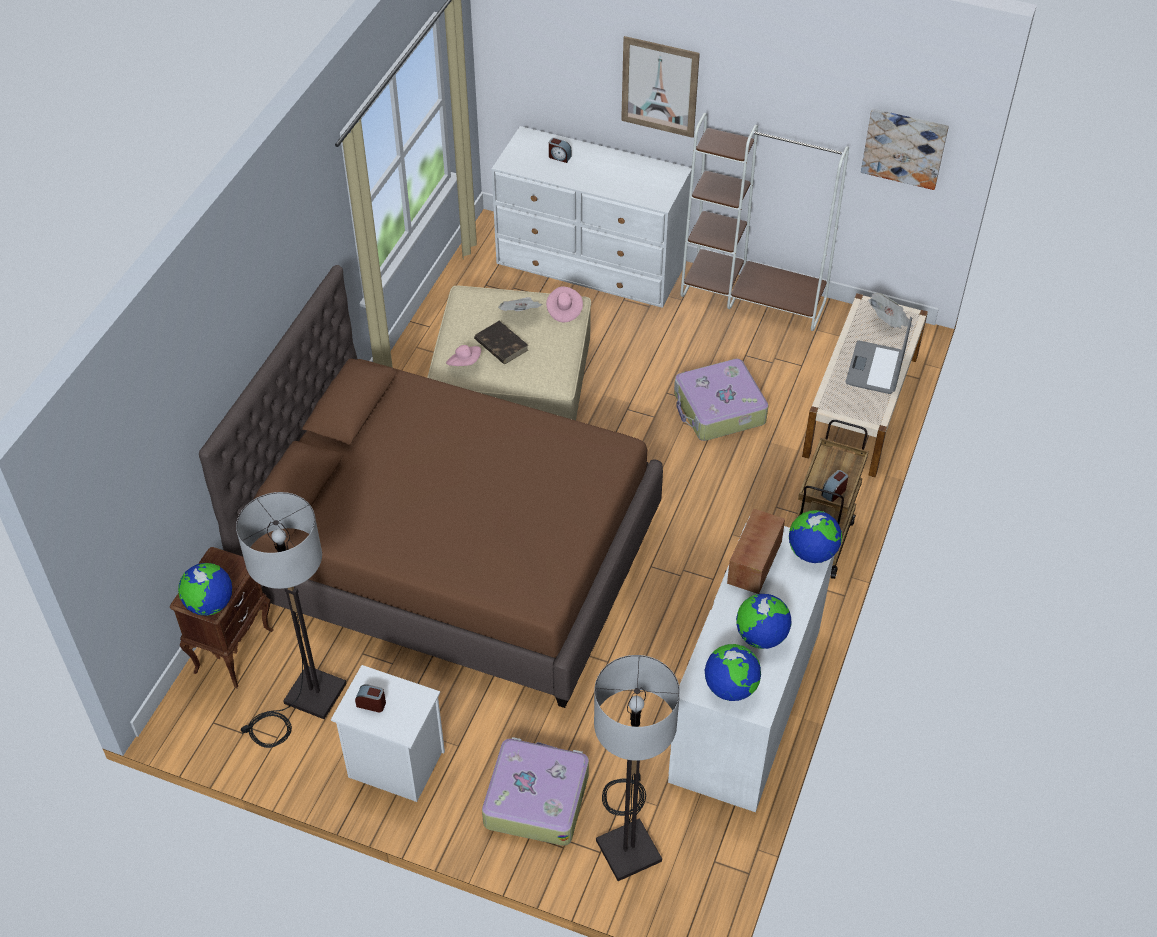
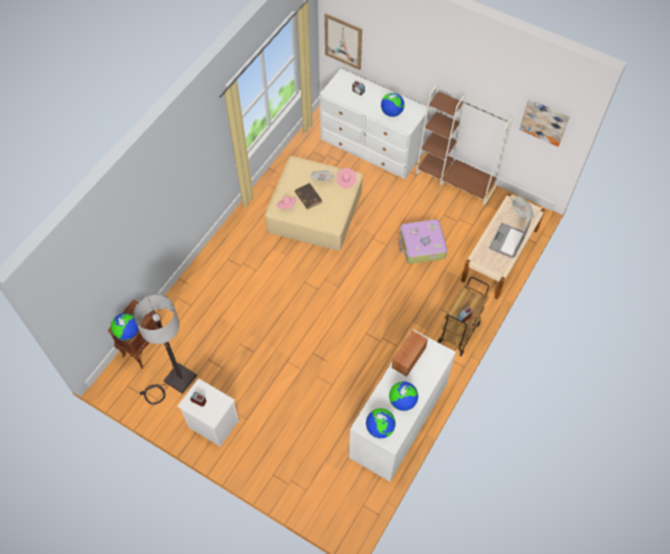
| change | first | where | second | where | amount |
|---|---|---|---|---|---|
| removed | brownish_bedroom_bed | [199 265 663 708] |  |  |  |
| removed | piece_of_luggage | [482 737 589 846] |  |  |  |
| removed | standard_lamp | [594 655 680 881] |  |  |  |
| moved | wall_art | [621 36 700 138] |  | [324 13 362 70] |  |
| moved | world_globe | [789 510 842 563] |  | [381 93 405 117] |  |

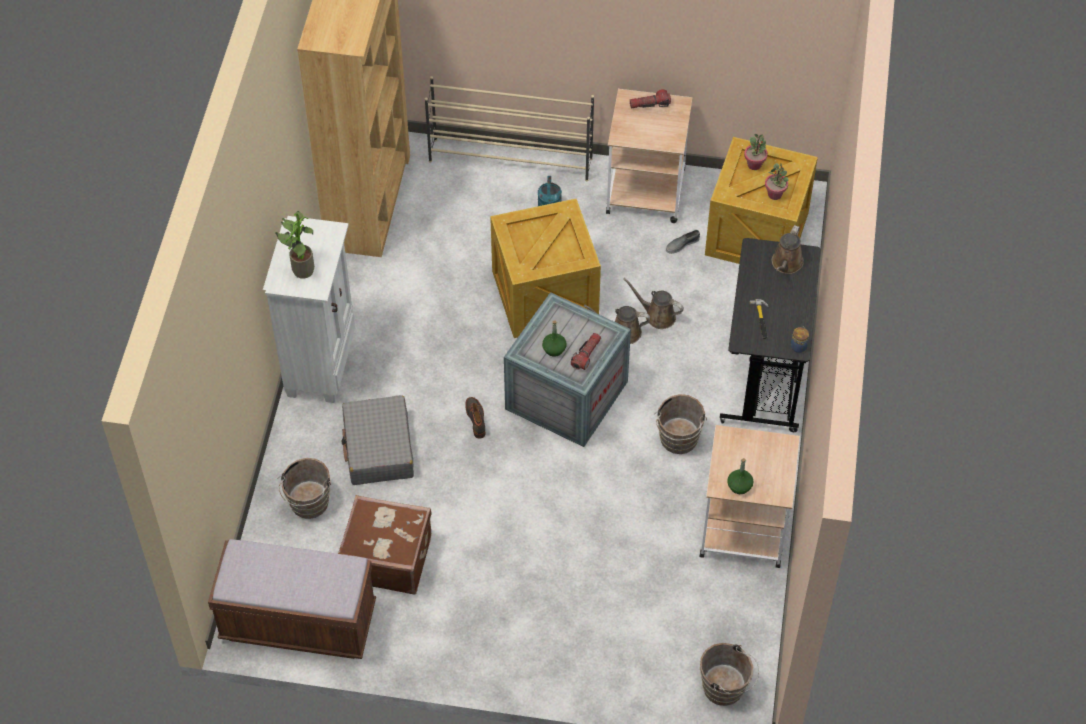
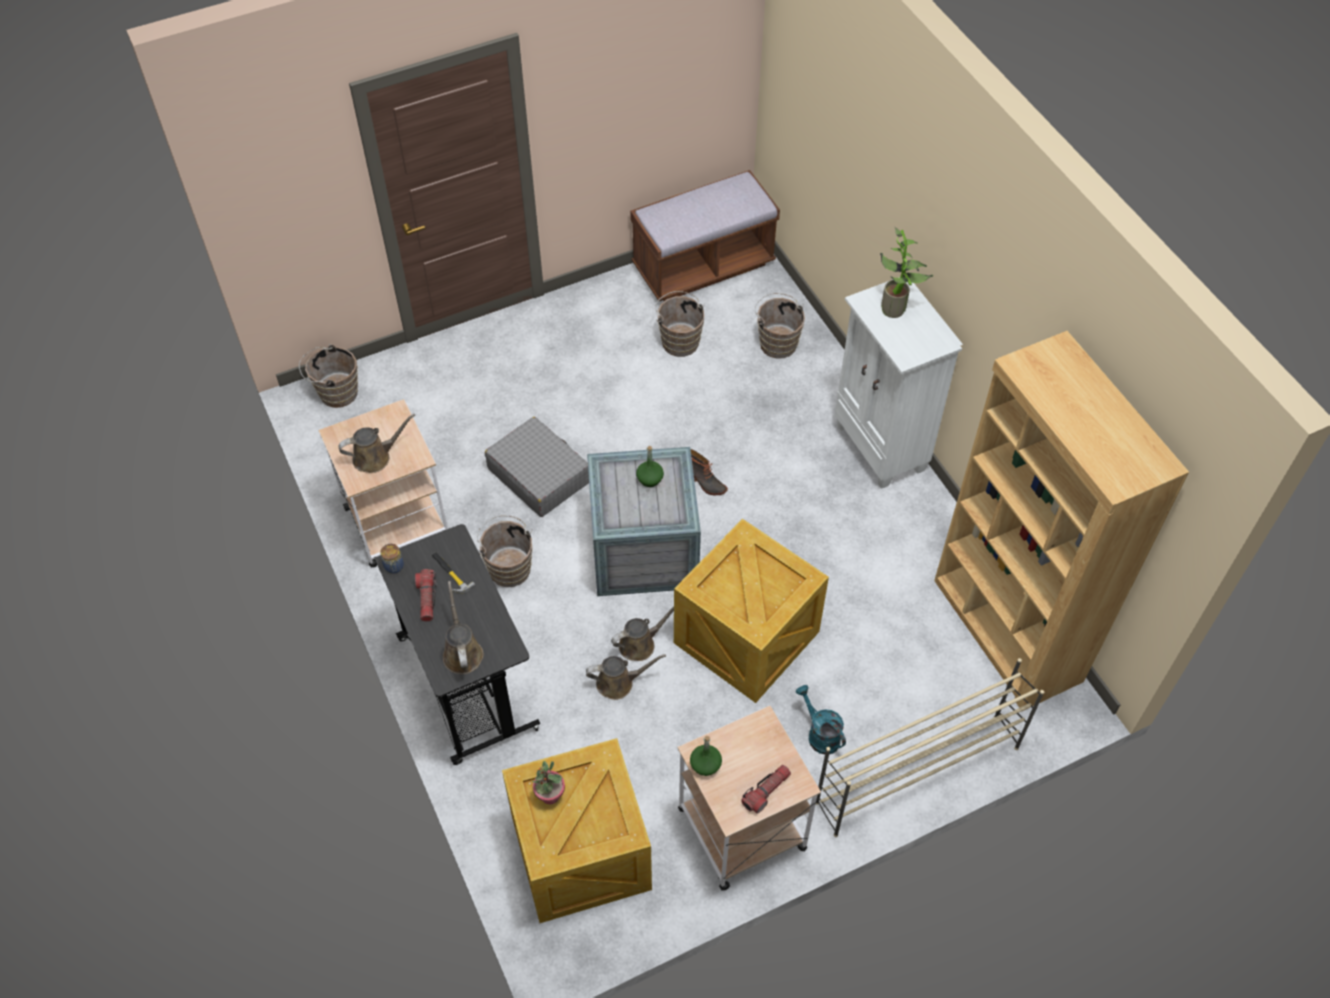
| change | first | where | second | where | amount |
|---|---|---|---|---|---|
| replaced | brownish_piece_of_luggage | [338 495 432 594] | brownish_water_bucket | [655 291 704 357] |  |
| moved | grey_piece_of_luggage | [342 395 414 485] |  | [485 417 589 517] |  |
| moved | flashlight | [571 333 601 370] |  | [415 569 436 622] |  |
| removed | grey_shoe | [666 230 700 254] |  |  |  |
| moved | green_bottle | [727 458 753 494] |  | [690 736 722 776] |  |
| removed | potted_plant | [744 134 768 170] |  |  |  |
| added |  |  | brownish_watering_pot | [338 414 415 473] |  |

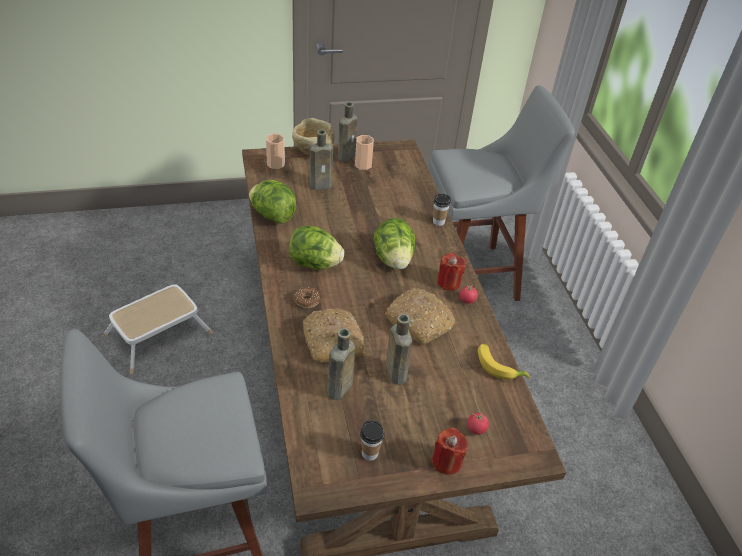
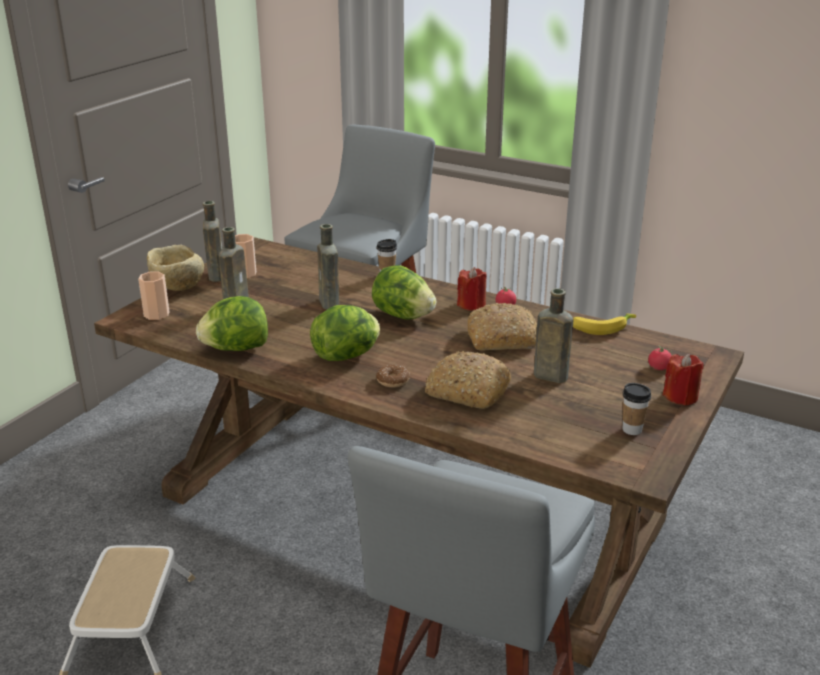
| change | first | where | second | where | amount |
|---|---|---|---|---|---|
| moved | brownish_bottle | [327 328 355 400] |  | [317 224 339 309] |  |

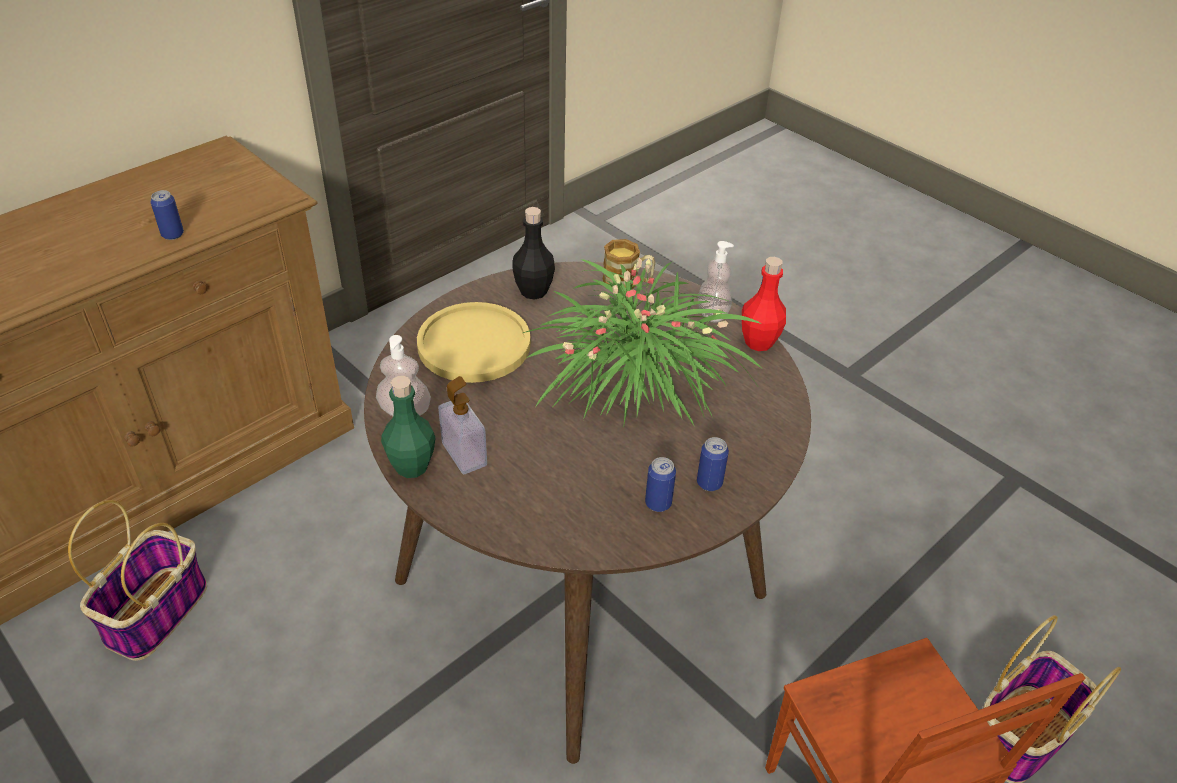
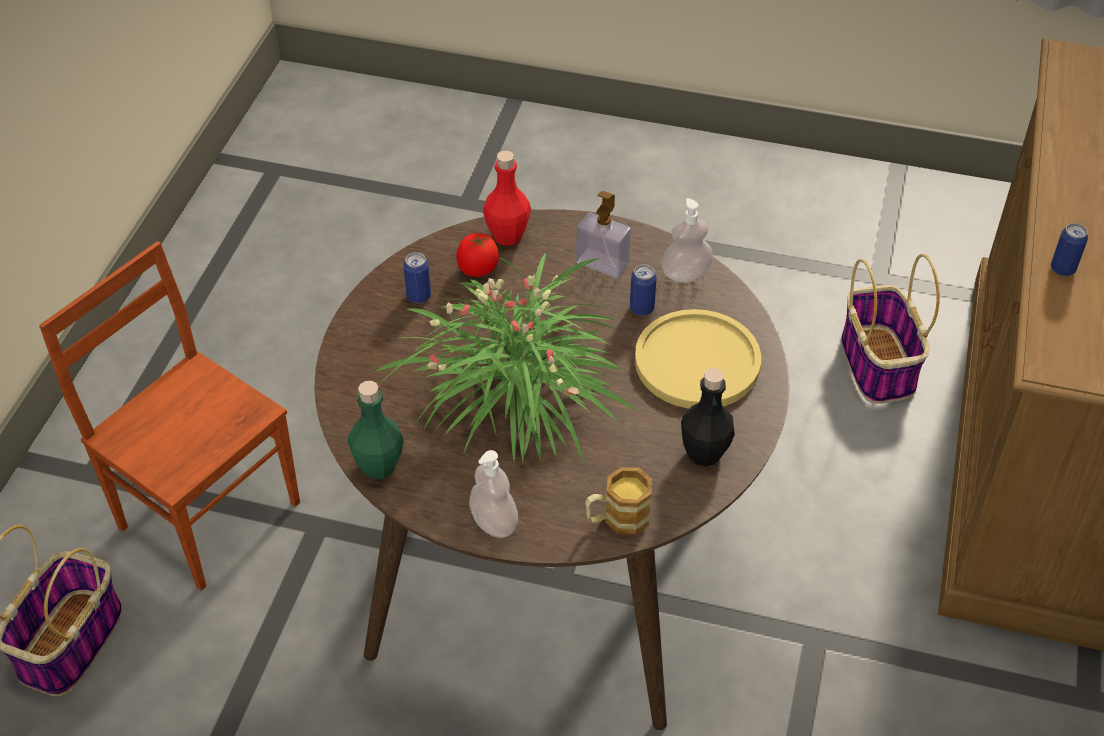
| change | first | where | second | where | amount |
|---|---|---|---|---|---|
| moved | green_bottle | [381 376 436 478] |  | [348 381 403 479] |  |
| moved | sealed_can | [697 437 729 491] |  | [630 264 657 316] |  |
| moved | red-coloured_bottle | [742 257 786 351] |  | [483 151 531 246] |  |
| added |  |  | fresh_tomato | [456 233 499 277] |  |

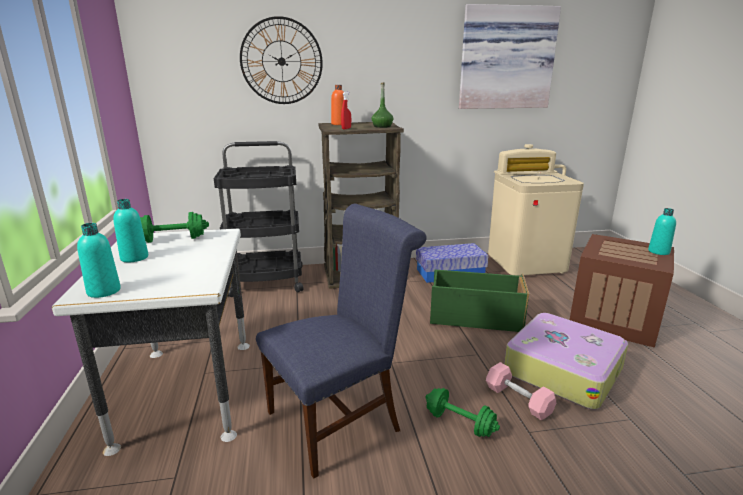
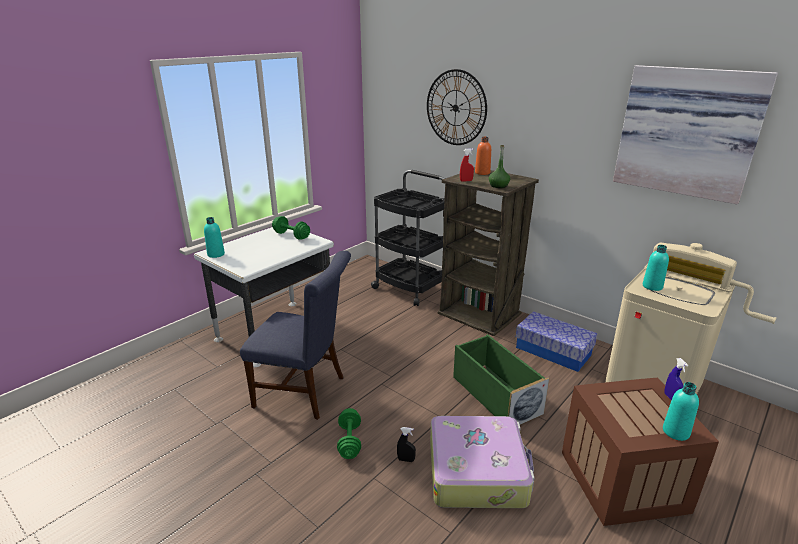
| change | first | where | second | where | amount |
|---|---|---|---|---|---|
| moved | blue-green_bottle | [113 199 148 262] |  | [643 245 669 291] |  |
| replaced | pink_hand_weight | [486 362 556 420] | black-coloured_hand_sprayer | [397 427 416 462] |  |
| added |  |  | blue_hand_sprayer | [664 358 688 400] |  |

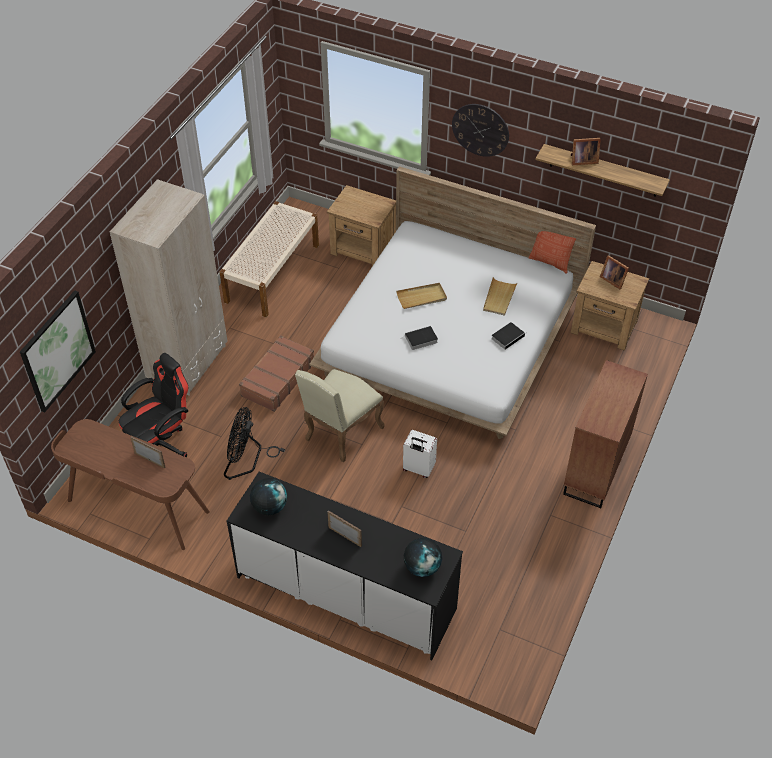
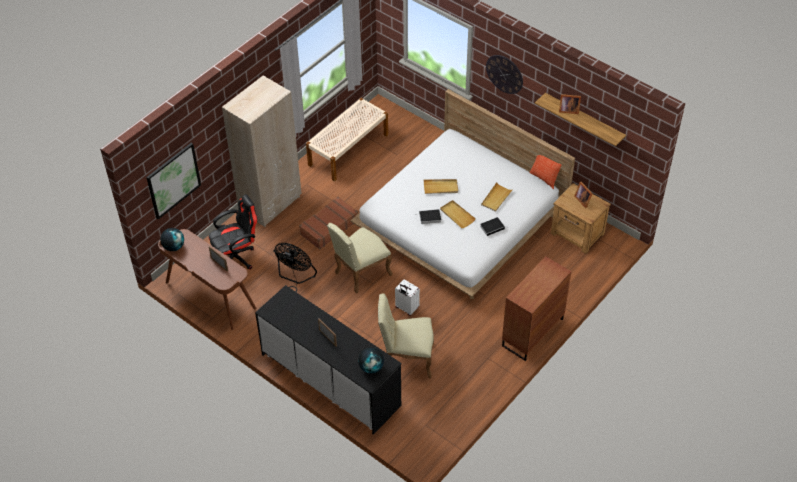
| change | first | where | second | where | amount |
|---|---|---|---|---|---|
| turned | black-coloured_electric_fan | [224 407 286 480] |  | [273 243 317 292] | 90 degrees clockwise |
| moved | world_globe | [250 478 287 515] |  | [160 228 184 251] |  |
| removed | brownish_nightstand | [327 185 396 266] |  |  |  |
| added |  |  | sand-coloured_chair | [378 293 434 378] |  |
| added |  |  | sand-coloured_serving_tray | [440 200 476 228] |  |

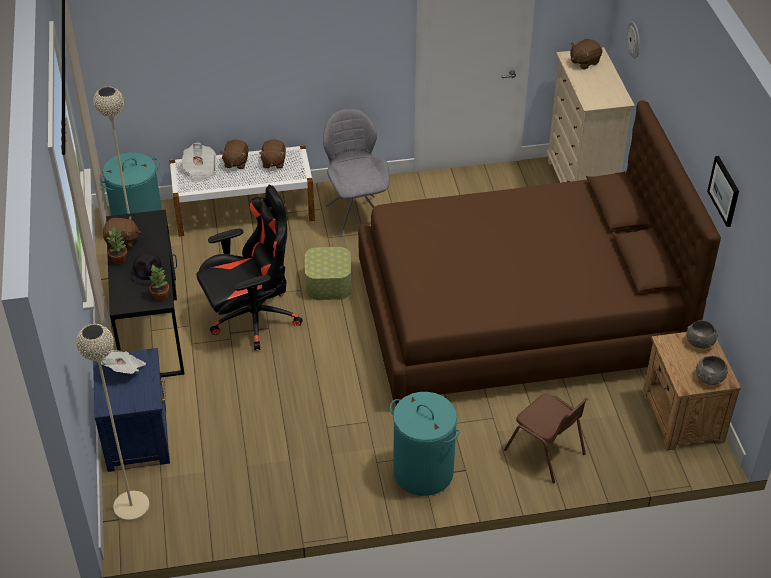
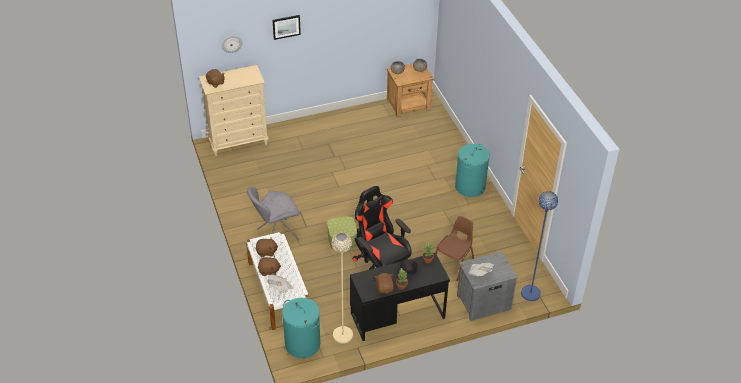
| change | first | where | second | where | amount |
|---|---|---|---|---|---|
| recoloured | sand-coloured_standard_lamp | [76 324 150 522] | blue_standard_lamp | [521 191 558 301] |  |
| recoloured | blue_nightstand | [93 348 170 472] | grey_nightstand | [457 252 518 321] |  |
| removed | brownish_bedroom_bed | [358 100 721 405] |  |  |  |
| moved | brownish_chair | [504 394 588 483] |  | [436 216 474 281] |  |
| moved | wall_art | [707 156 739 227] |  | [272 15 301 40] |  |

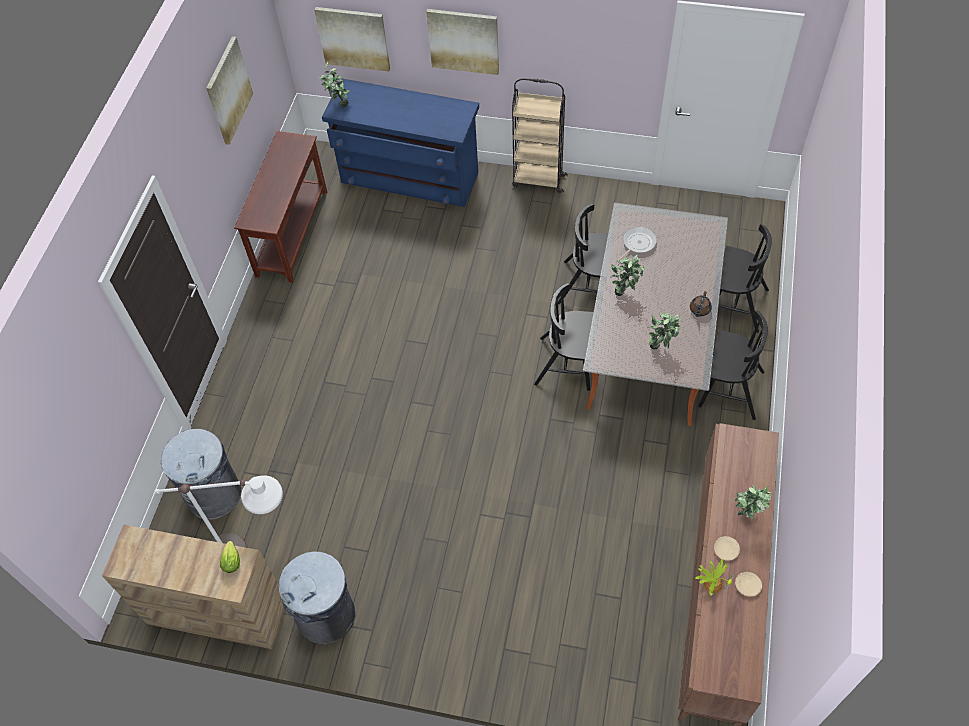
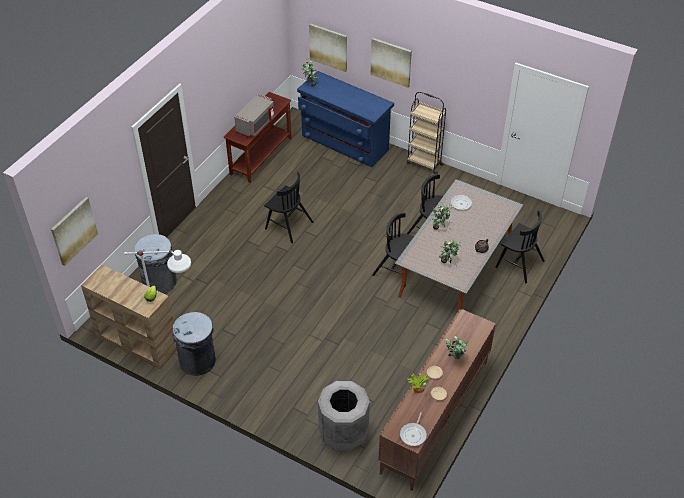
| change | first | where | second | where | amount |
|---|---|---|---|---|---|
| moved | wall_art | [206 36 253 145] |  | [51 197 98 266] |  |
| moved | black-coloured_chair | [698 310 768 420] |  | [264 172 313 243] |  |
| added |  |  | grey_kitchen_microwave | [234 94 274 137] |  |
| added |  |  | grey_waste_bin | [318 381 370 451] |  |
| added |  |  | skillet | [400 412 427 446] |  |

